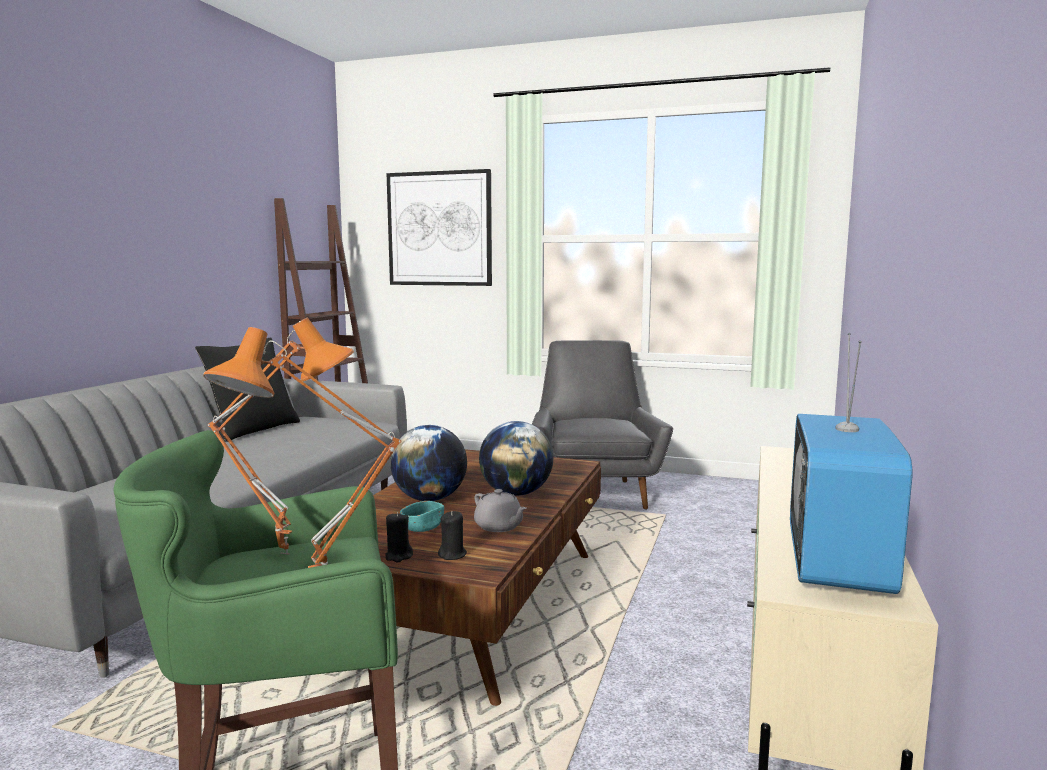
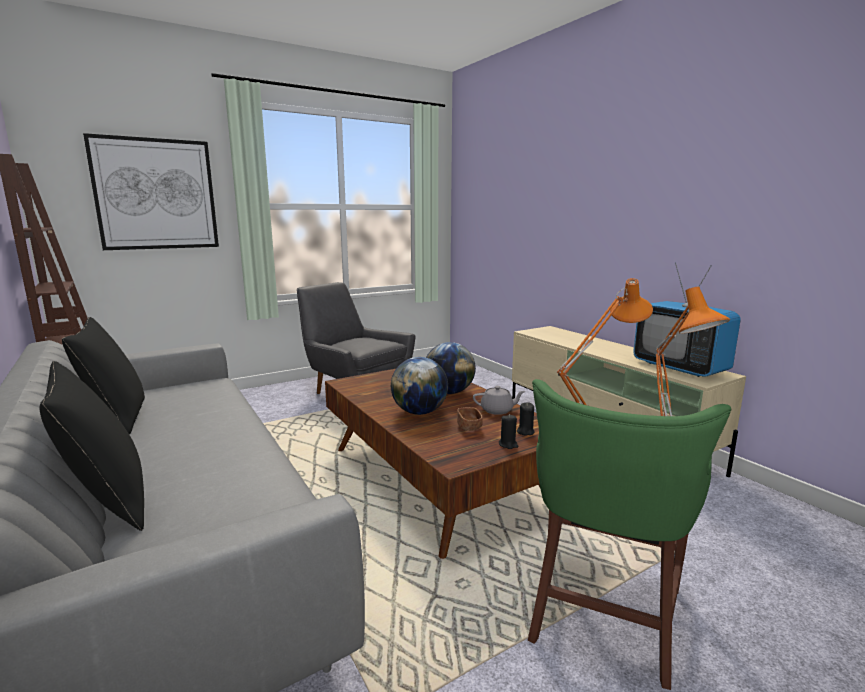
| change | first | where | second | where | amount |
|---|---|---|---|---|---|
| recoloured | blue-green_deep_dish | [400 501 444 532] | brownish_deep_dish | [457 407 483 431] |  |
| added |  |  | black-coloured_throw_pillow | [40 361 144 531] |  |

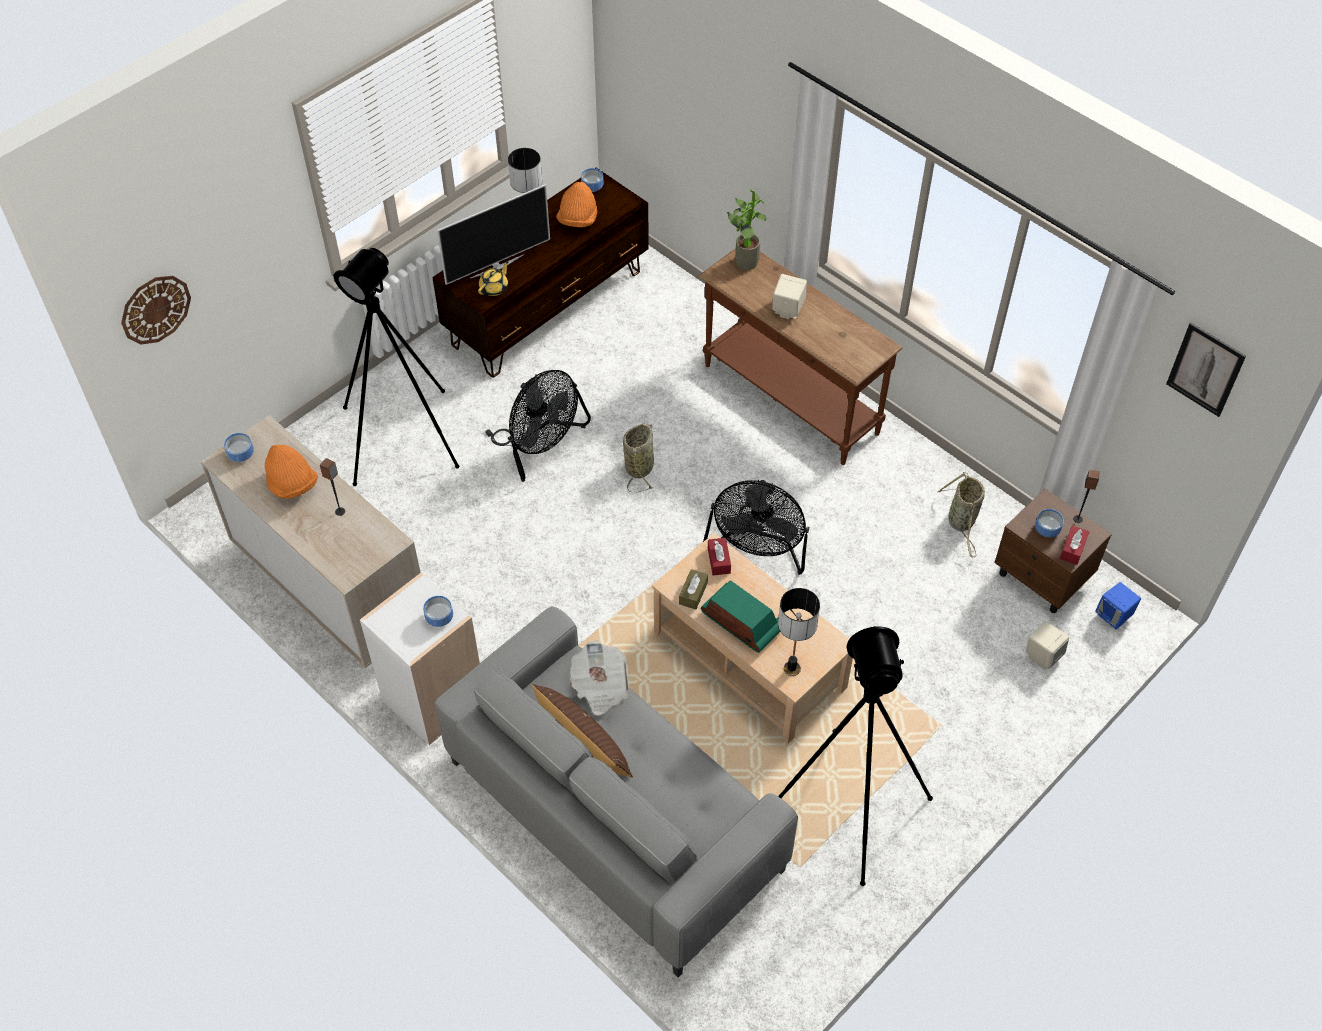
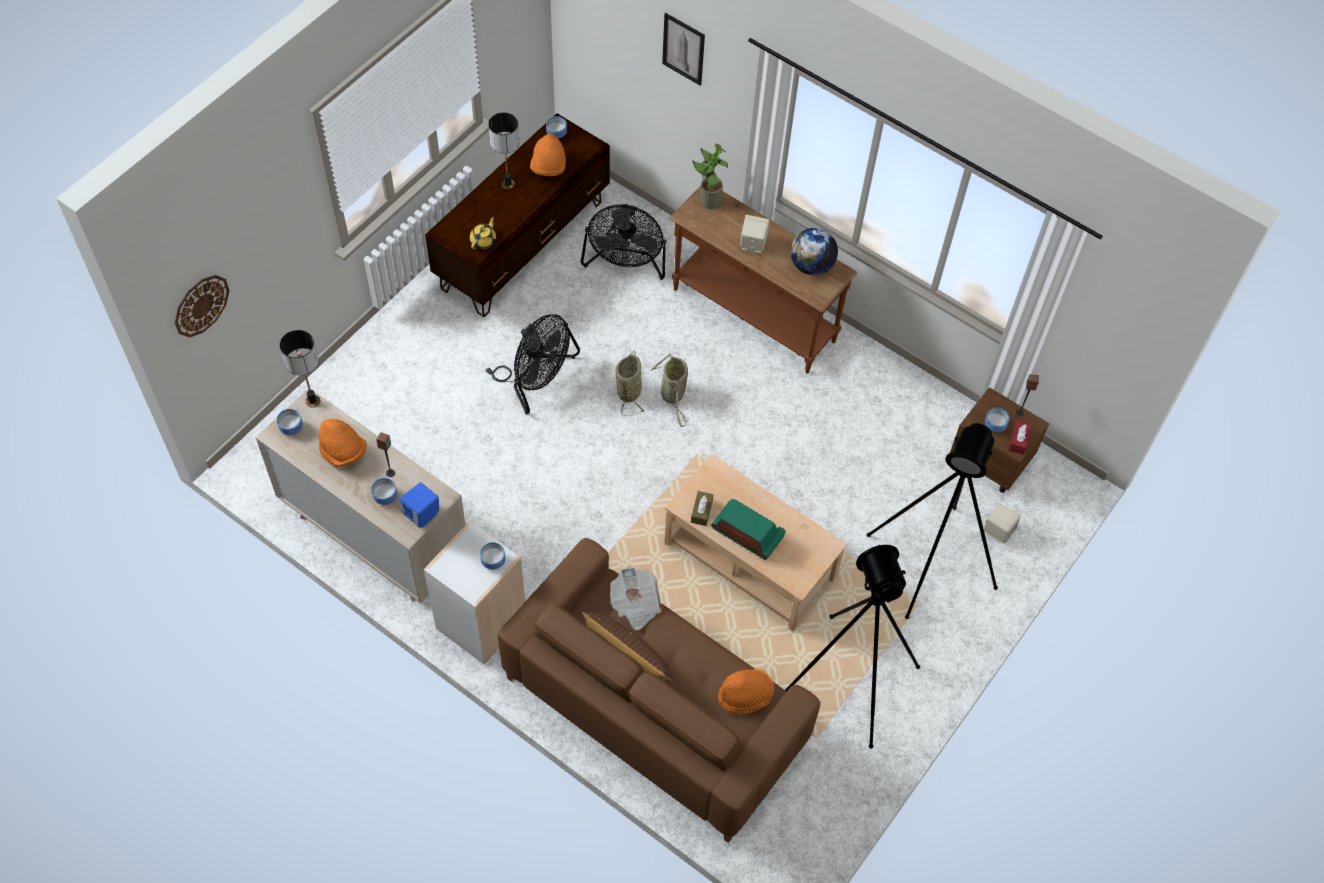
| change | first | where | second | where | amount |
|---|---|---|---|---|---|
| moved | black-coloured_standard_lamp | [333 248 459 486] |  | [867 423 998 619] |  |
| recoloured | grey_settee | [435 606 798 977] | brownish_settee | [498 538 820 843] |  |
| removed | television | [437 184 550 285] |  |  |  |
| moved | black-coloured_electric_fan | [703 479 809 575] |  | [581 203 666 280] |  |
| removed | red-coloured_tissue_holder | [708 538 731 575] |  |  |  |
| moved | tabletop_lamp | [778 588 820 676] |  | [280 330 320 408] |  |
| moved | household_basket | [938 472 985 557] |  | [650 353 688 427] |  |
| moved | blue_audio_speaker | [1095 582 1141 630] |  | [400 482 439 528] |  |
| moved | wall_art | [1166 323 1246 417] |  | [662 13 705 85] |  |
| added |  |  | deep_dish | [371 478 397 505] |  |
| added |  |  | orange-coloured_wearable_hat | [718 669 774 715] |  |
| added |  |  | world_globe | [791 228 838 275] |  |

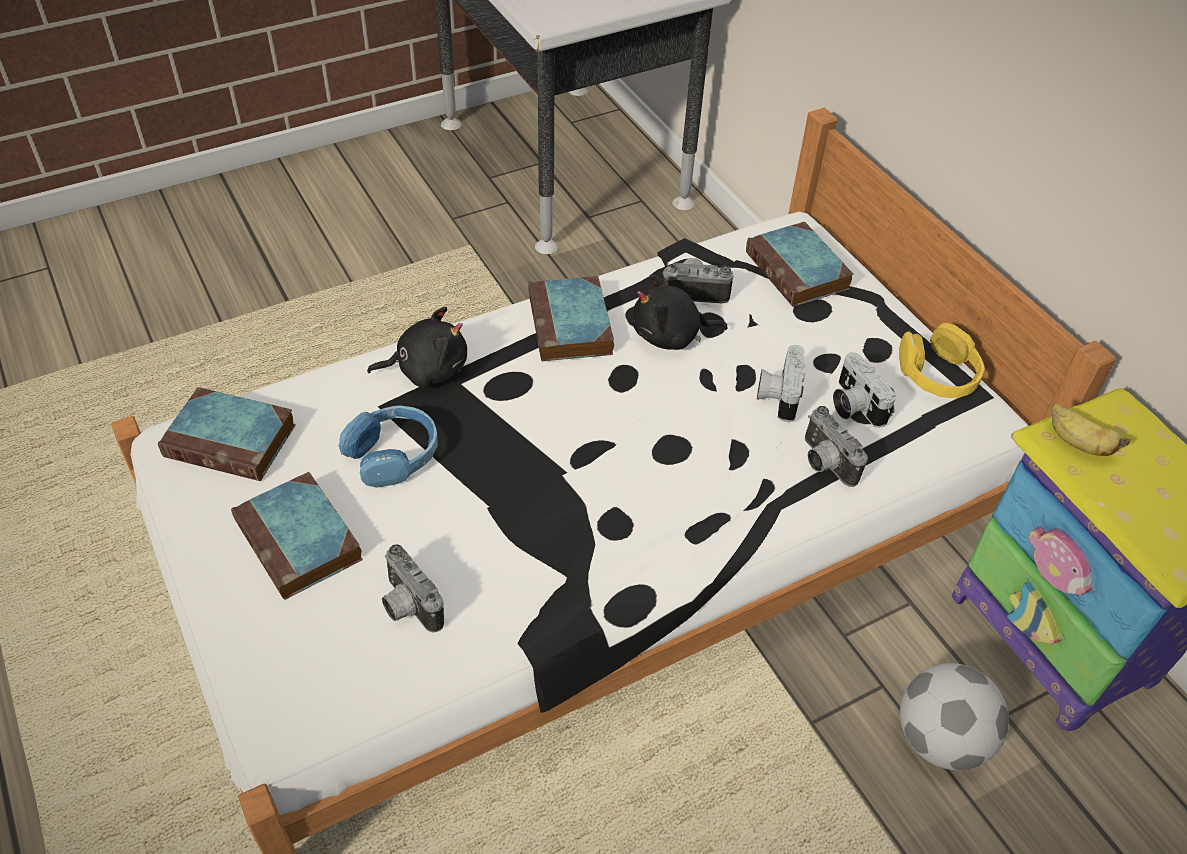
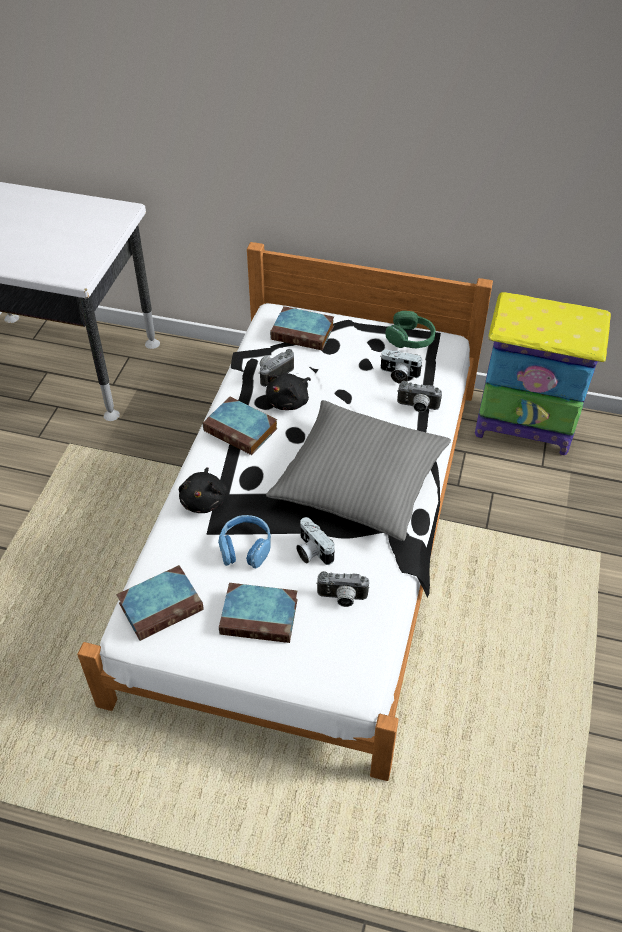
| change | first | where | second | where | amount |
|---|---|---|---|---|---|
| turned | black-coloured_plush_toy | [367 307 467 388] |  | [179 467 227 513] | 150 degrees clockwise |
| moved | still_camera | [757 345 805 422] |  | [296 517 335 565] |  |
| recoloured | yellow_headset | [899 323 985 398] | green_headset | [385 311 436 348] |  |
| removed | football_ball | [900 663 1009 770] |  |  |  |
| removed | whole_banana | [1051 403 1131 456] |  |  |  |
| added |  |  | grey_throw_pillow | [266 400 451 541] |  |

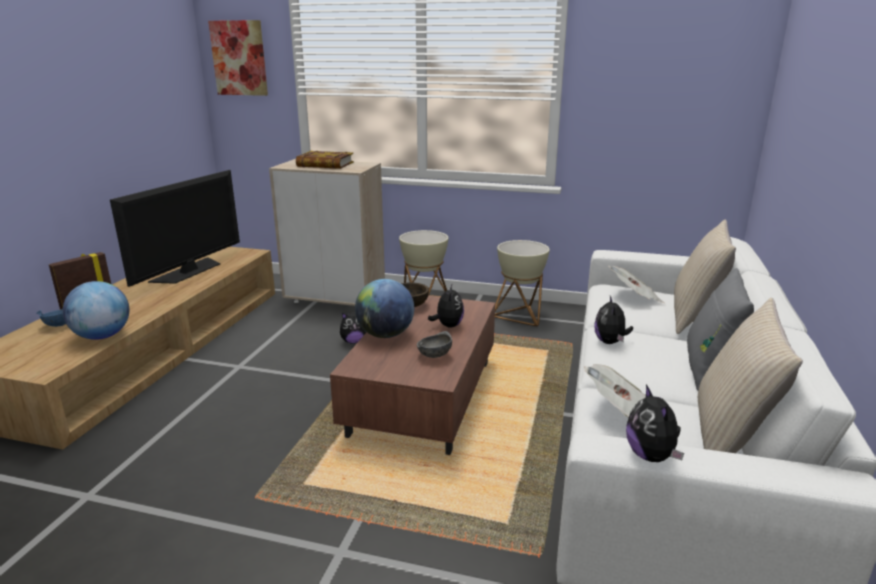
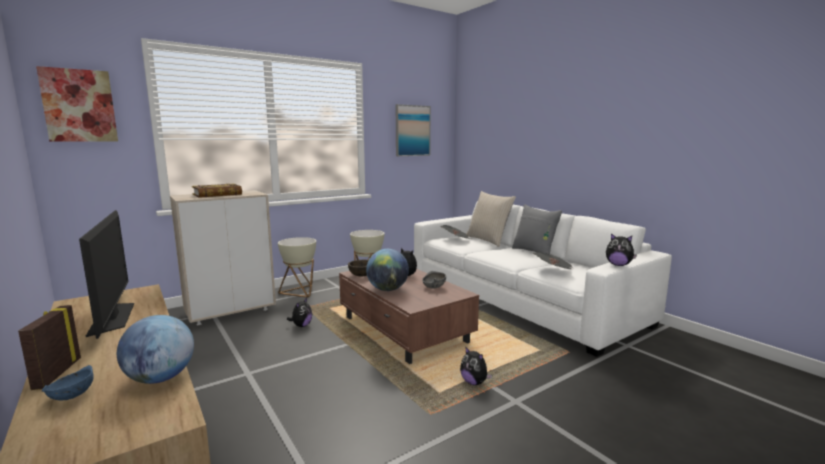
| change | first | where | second | where | amount |
|---|---|---|---|---|---|
| moved | plush_toy | [594 296 633 344] |  | [460 346 492 385] |  |
| removed | sand-coloured_throw_pillow | [698 298 803 453] |  |  |  |
| added |  |  | wall_art | [396 104 431 156] |  |

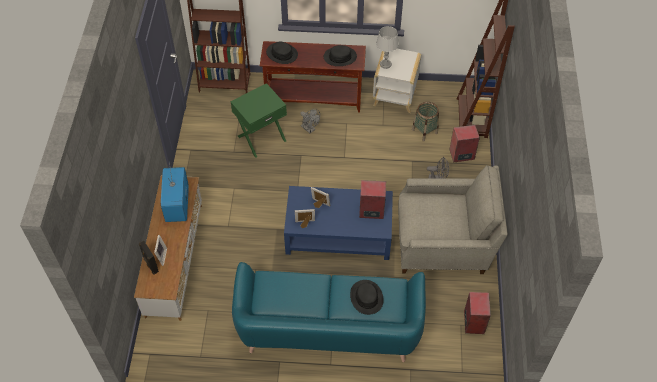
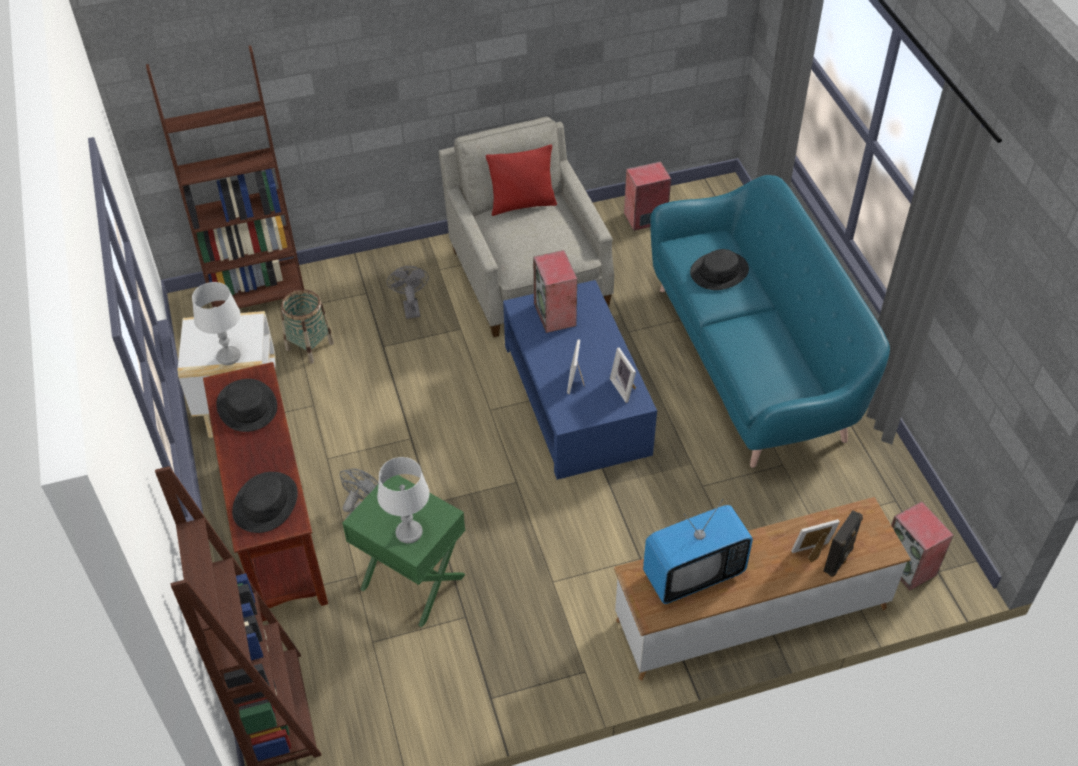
| change | first | where | second | where | amount |
|---|---|---|---|---|---|
| moved | audio_speaker | [449 125 480 163] |  | [891 501 954 591] |  |
| added |  |  | grey_tabletop_lamp | [377 457 430 543] |  |
| added |  |  | red-coloured_throw_pillow | [486 144 557 216] |  |

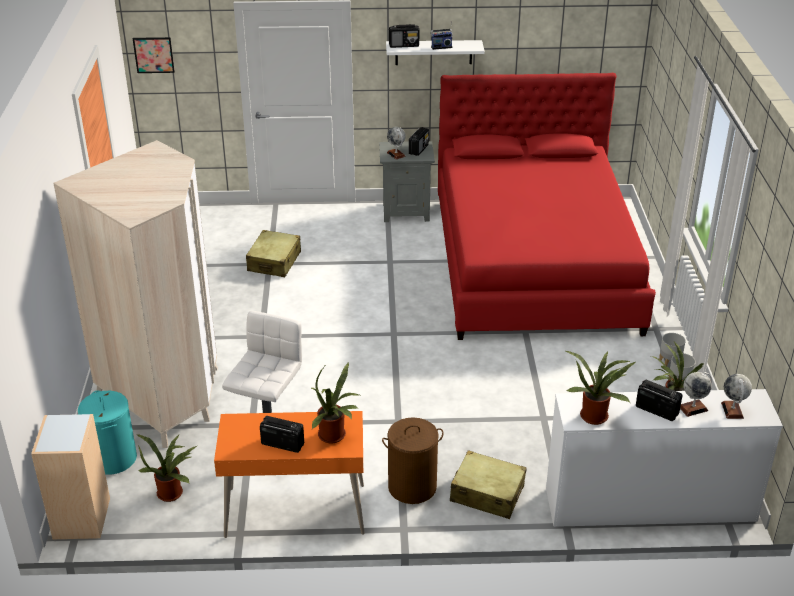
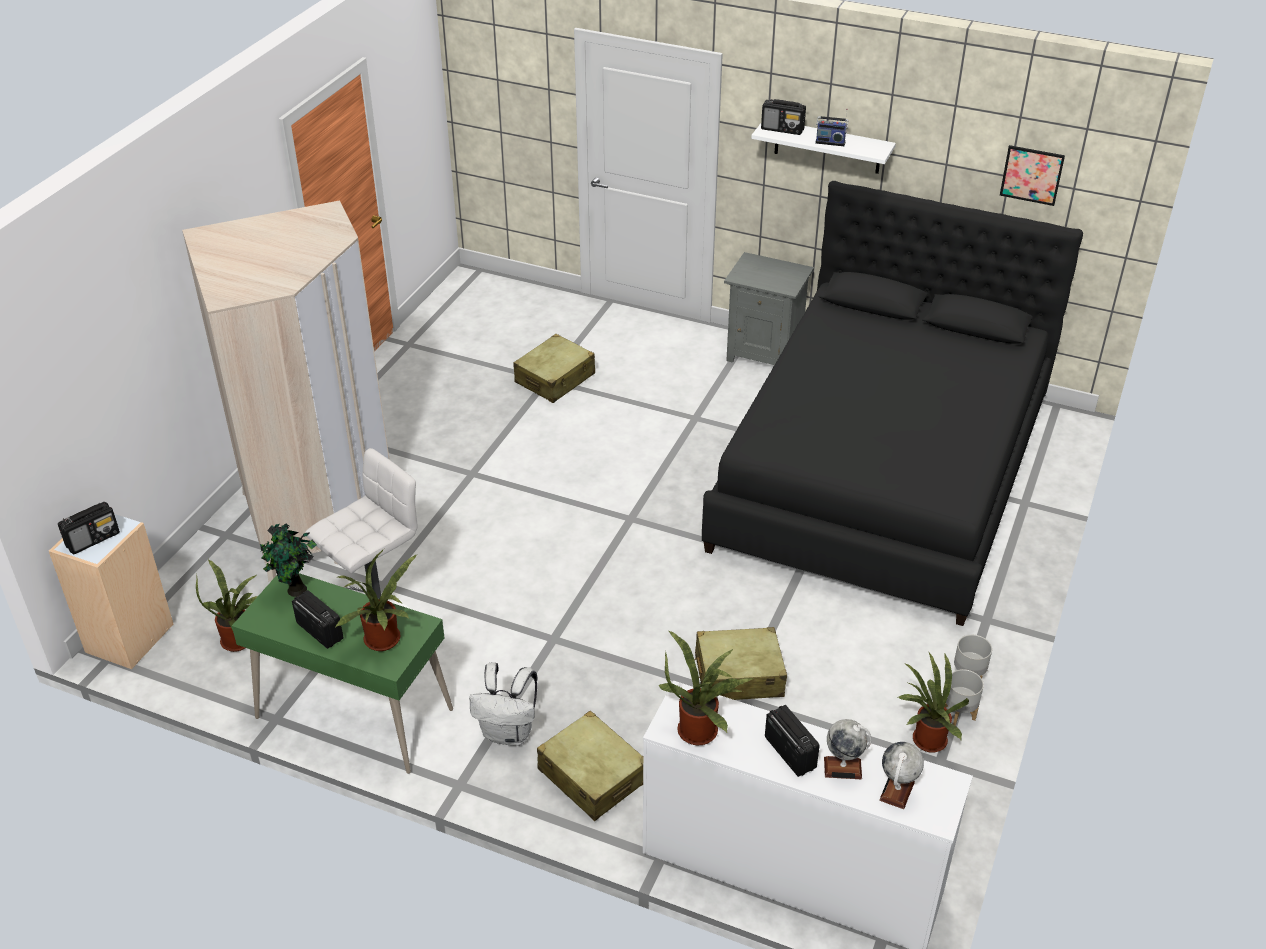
| change | first | where | second | where | amount |
|---|---|---|---|---|---|
| removed | blue-green_washing_basket | [78 391 137 475] |  |  |  |
| moved | wall_art | [133 37 175 73] |  | [1000 145 1065 206] |  |
| recoloured | orange-coloured_desk | [214 411 364 538] | green_desk | [232 573 453 774] |  |
| replaced | brownish_washing_basket | [382 417 444 504] | whitish_rucksack | [469 662 538 746] |  |
| removed | world_globe | [387 127 406 159] |  |  |  |
| moved | radio | [409 127 429 156] |  | [58 502 120 554] |  |
| recoloured | red-coloured_bedroom_bed | [438 73 656 340] | black-coloured_bedroom_bed | [702 181 1083 626] |  |
| added |  |  | potted_plant | [260 523 317 597] |  |
| added |  |  | sand-coloured_piece_of_luggage | [694 627 787 700] |  |

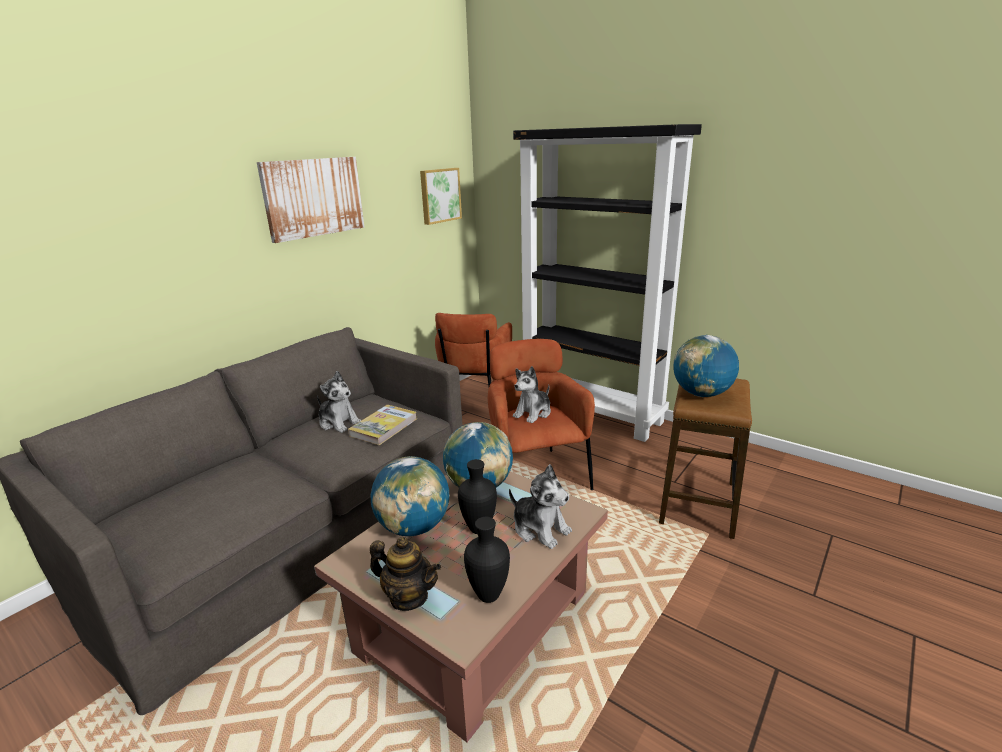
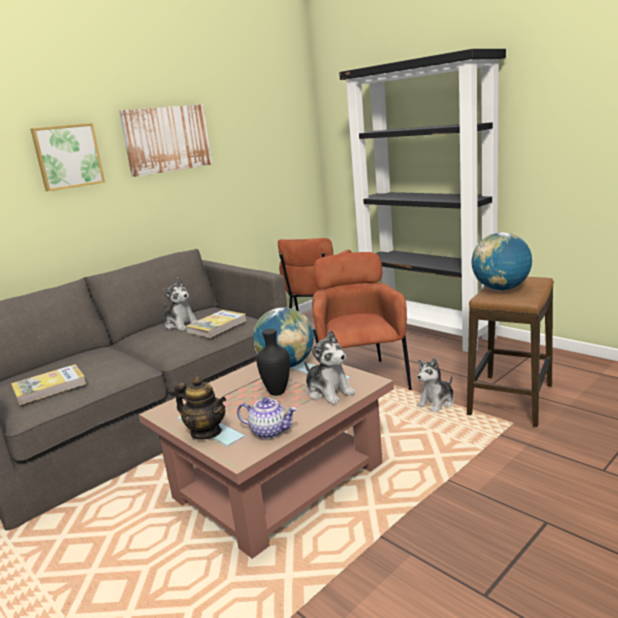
| change | first | where | second | where | amount |
|---|---|---|---|---|---|
| removed | world_globe | [371 456 450 536] |  |  |  |
| moved | wall_art | [420 168 462 225] |  | [30 123 105 191] |  |
| replaced | black-coloured_flower_vase | [464 517 510 603] | teapot | [237 398 297 439] |  |
| moved | plush_toy | [513 366 551 423] |  | [416 358 454 413] |  |
| added |  |  | bound_book | [11 364 86 405] |  |

